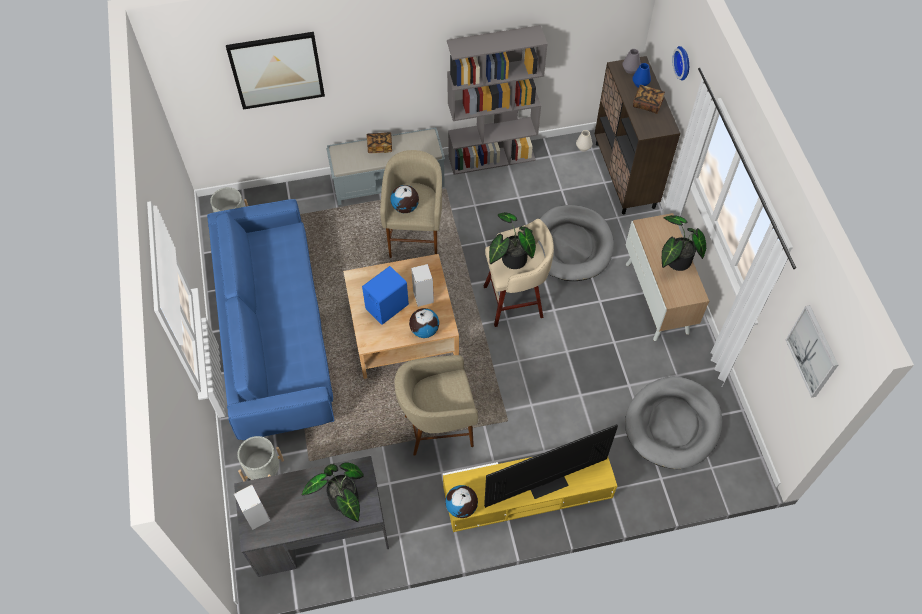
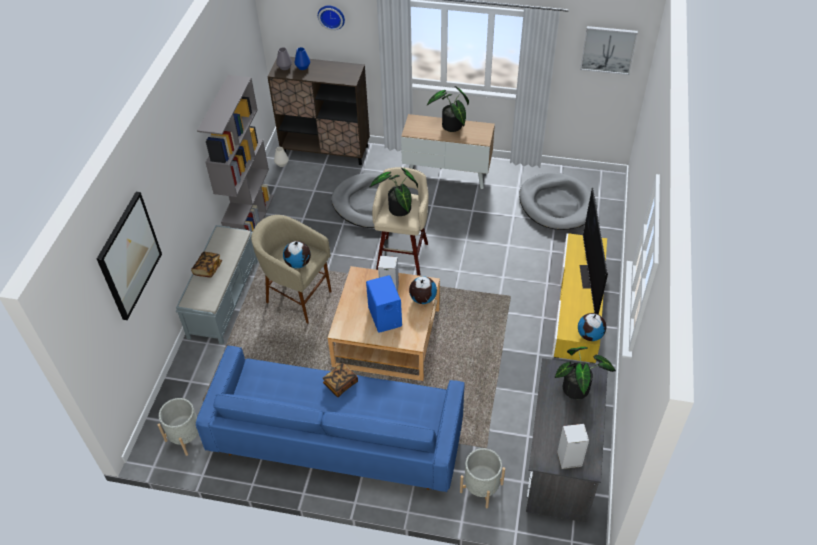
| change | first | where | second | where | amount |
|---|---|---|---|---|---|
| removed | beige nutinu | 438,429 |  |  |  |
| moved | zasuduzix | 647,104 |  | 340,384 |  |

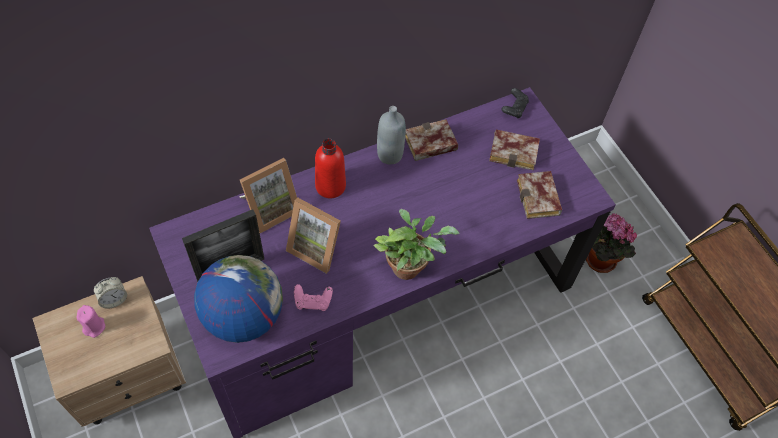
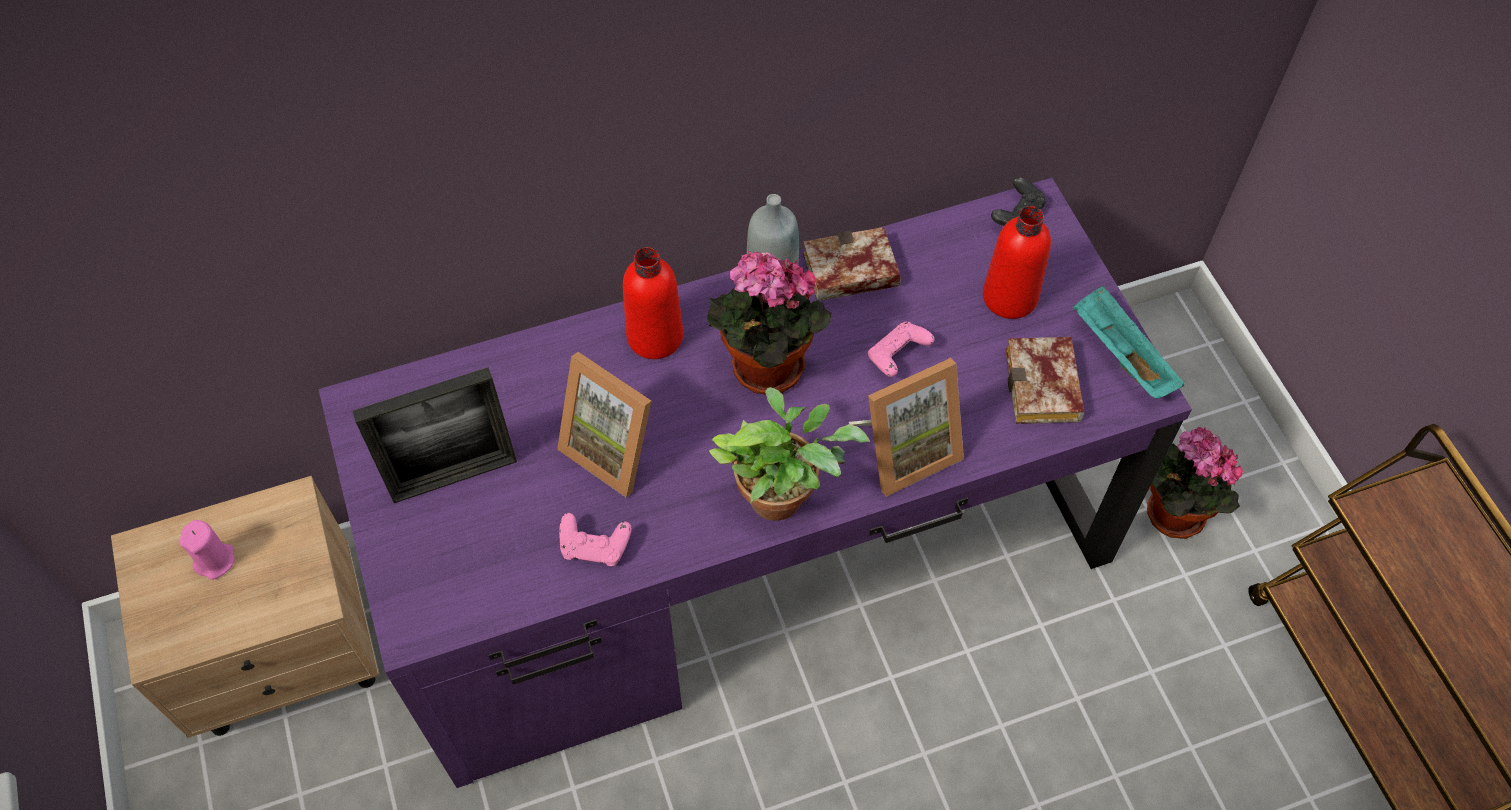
| change | first | where | second | where | amount |
|---|---|---|---|---|---|
| removed | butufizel | 114,299 |  |  |  |
| removed | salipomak | 243,316 |  |  |  |
| moved | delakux | 270,209 |  | 904,450 |  |
| replaced | zasuduzix | 515,152 | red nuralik | 1010,297 |  |
| added |  |  | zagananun | 763,371 |  |
| added |  |  | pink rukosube | 897,356 |  |
| added |  |  | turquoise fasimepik | 1120,355 |  |

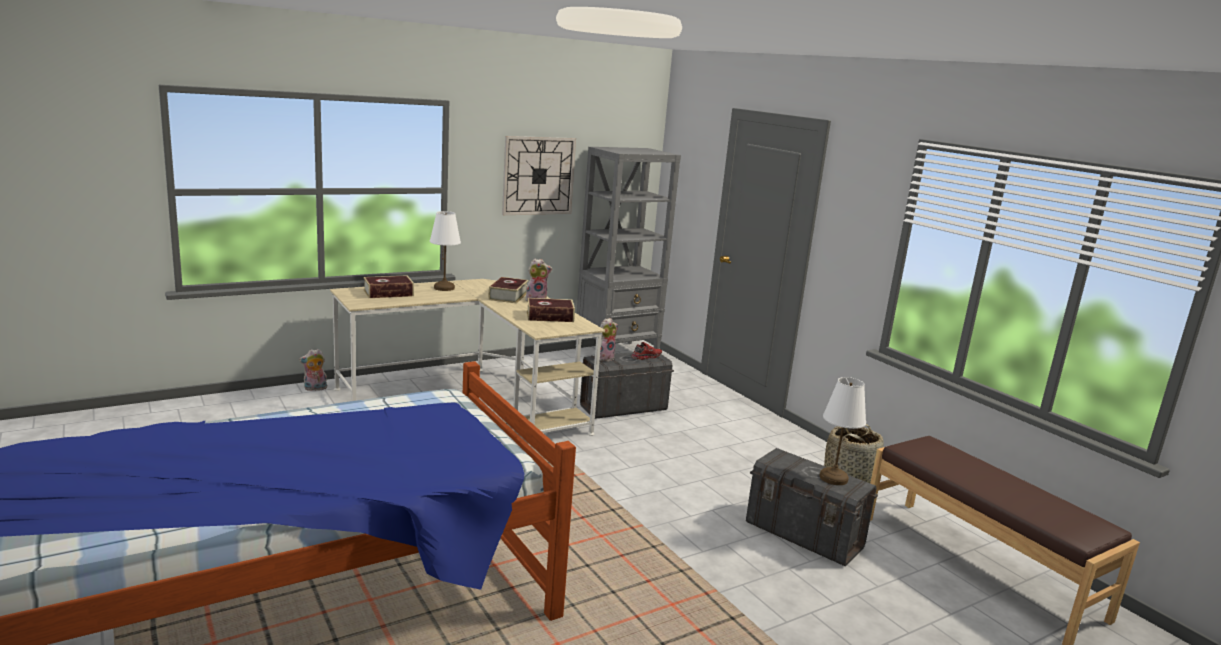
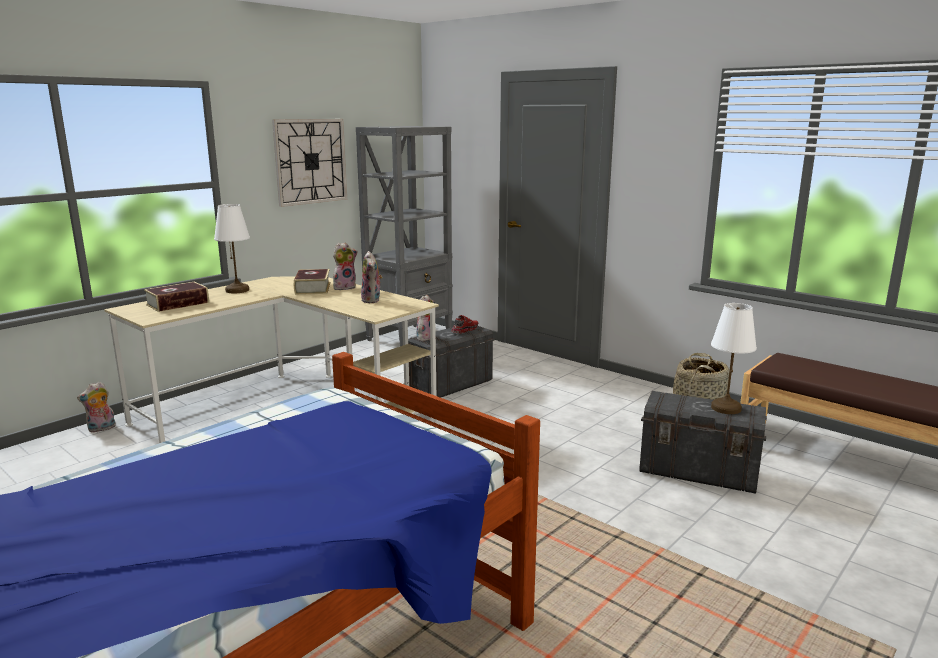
| change | first | where | second | where | amount |
|---|---|---|---|---|---|
| replaced | zasuduzix | 550,316 | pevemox | 372,300 |  |

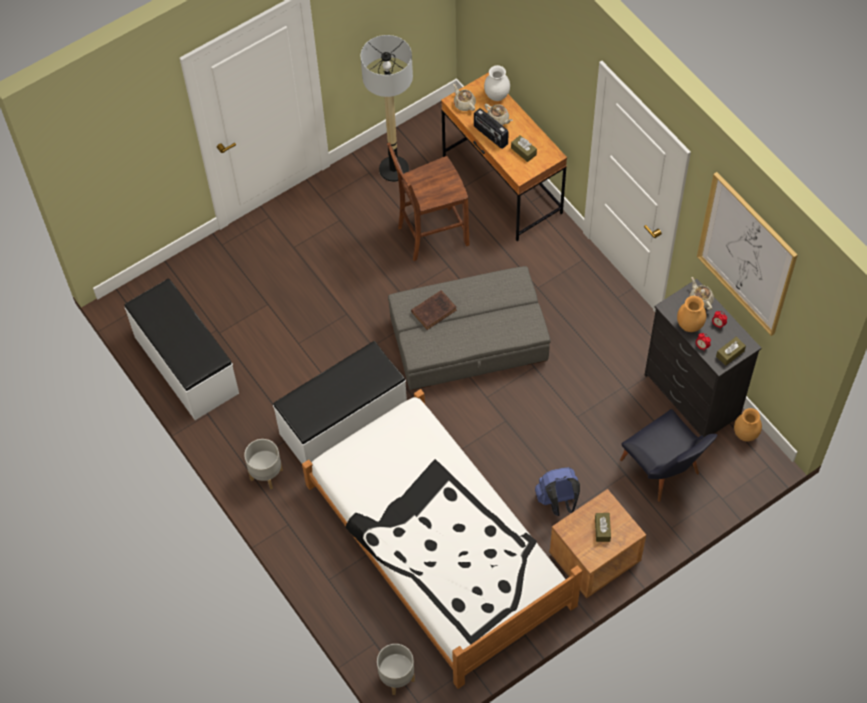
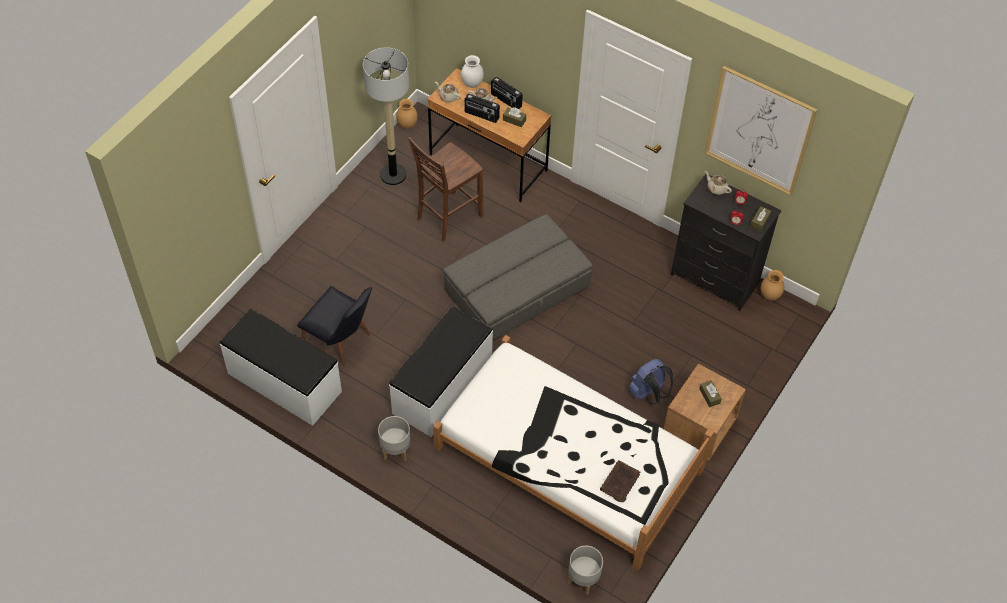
| change | first | where | second | where | amount |
|---|---|---|---|---|---|
| moved | brown zasuduzix | 435,310 |  | 620,481 |  |
| moved | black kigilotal | 664,472 |  | 341,342 |  |
| moved | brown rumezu | 690,325 |  | 407,125 |  |
| added |  |  | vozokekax | 506,101 |  |

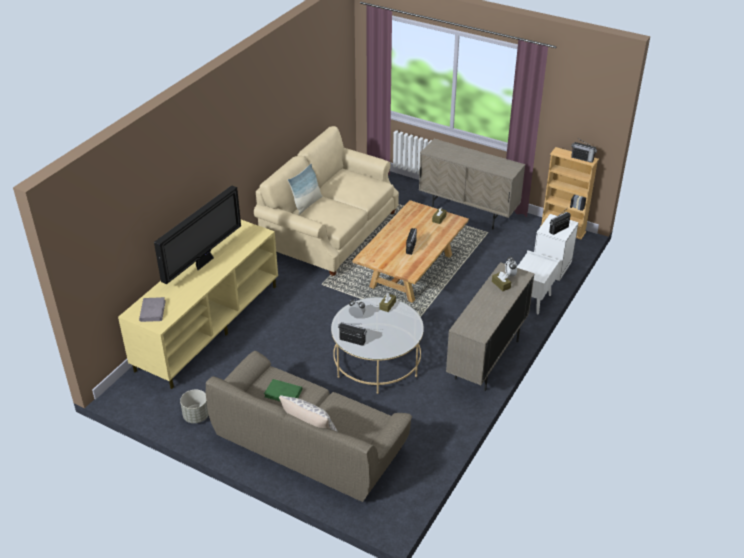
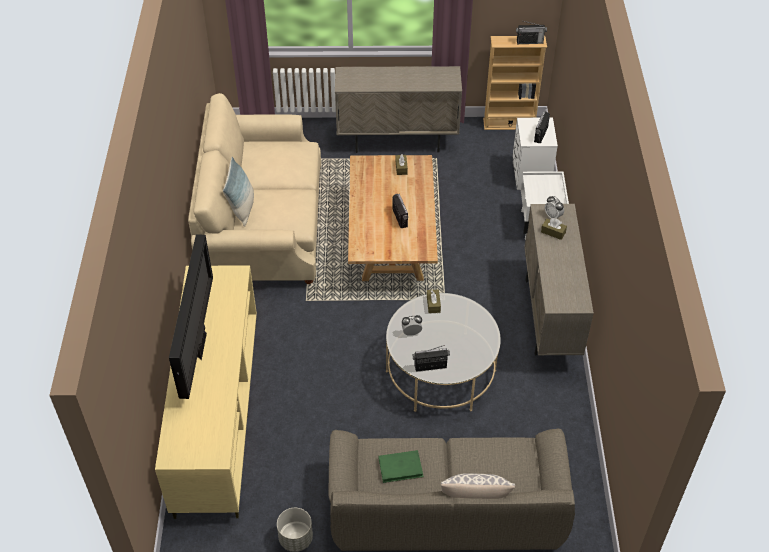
| change | first | where | second | where | amount |
|---|---|---|---|---|---|
| removed | grey zasuduzix | 152,311 |  |  |  |

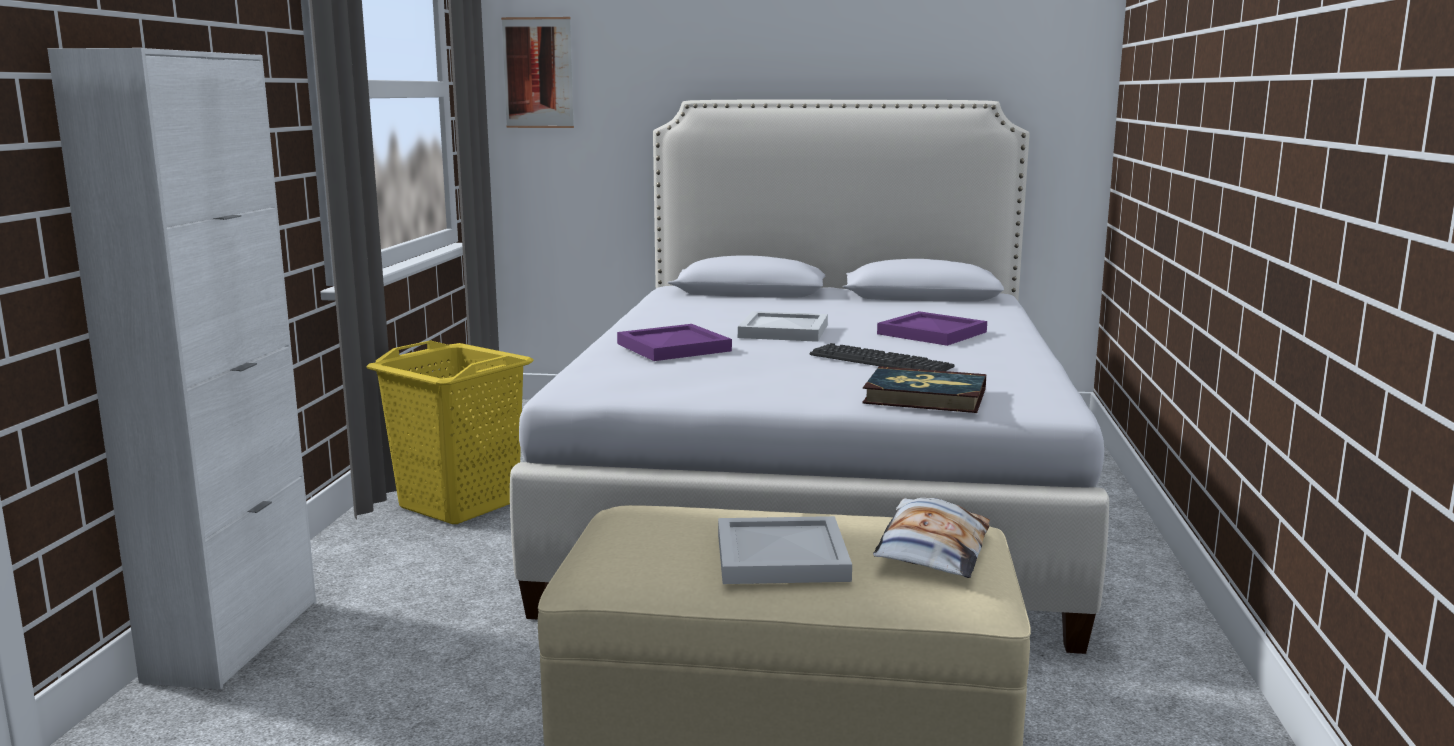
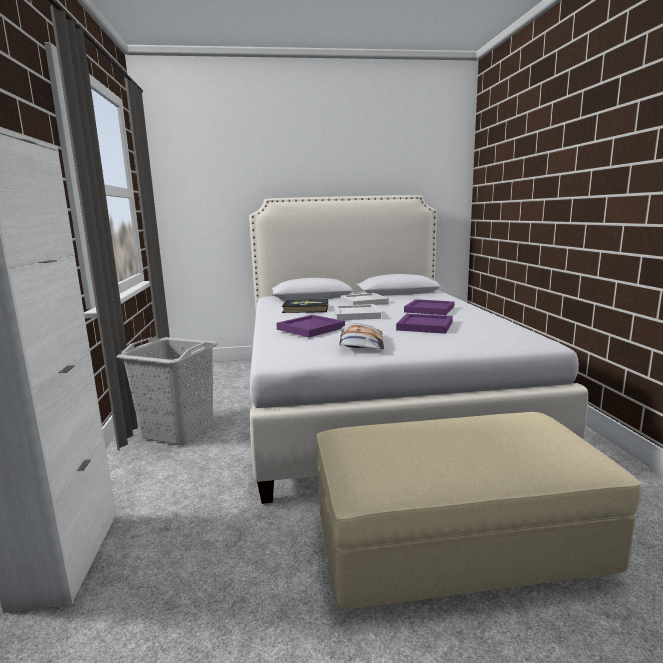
| change | first | where | second | where | amount |
|---|---|---|---|---|---|
| recoloured | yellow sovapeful | 459,504 | grey sovapeful | 178,431 |  |
| removed | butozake | 538,73 |  |  |  |
| moved | white fasimepik | 783,555 |  | 364,301 |  |
| replaced | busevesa | 880,361 | purple fasimepik | 425,326 |  |
| moved | zasuduzix | 925,396 |  | 306,308 |  |
| moved | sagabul | 931,549 |  | 360,343 |  |

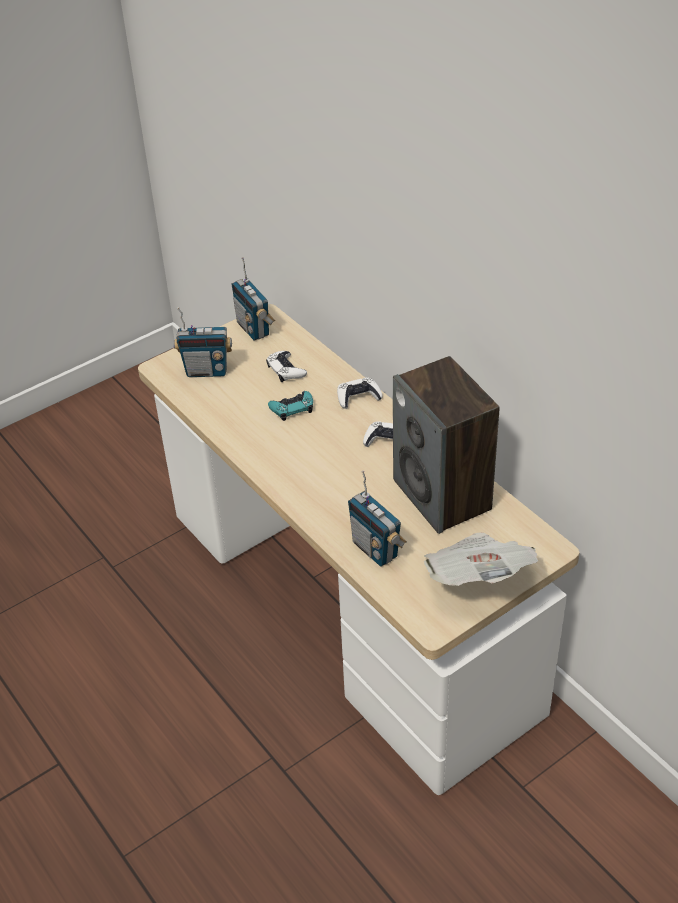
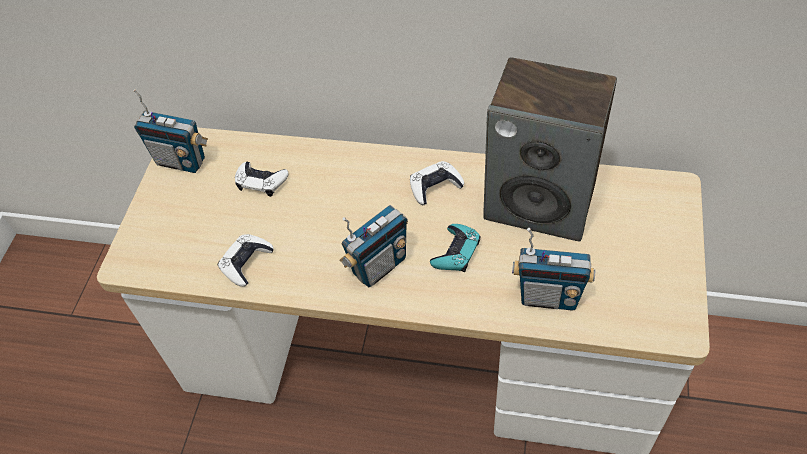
| change | first | where | second | where | amount |
|---|---|---|---|---|---|
| moved | vozokekax | 207,371 |  | 378,266 |  |
| moved | turquoise rukosube | 292,408 |  | 456,252 |  |
| moved | white rukosube | 358,397 |  | 246,262 |  |
| removed | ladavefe | 477,578 |  |  |  |

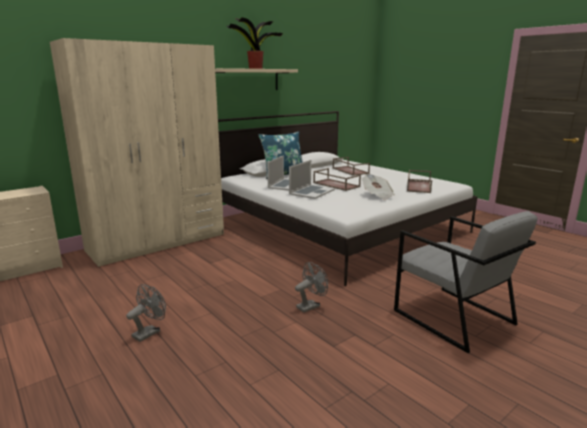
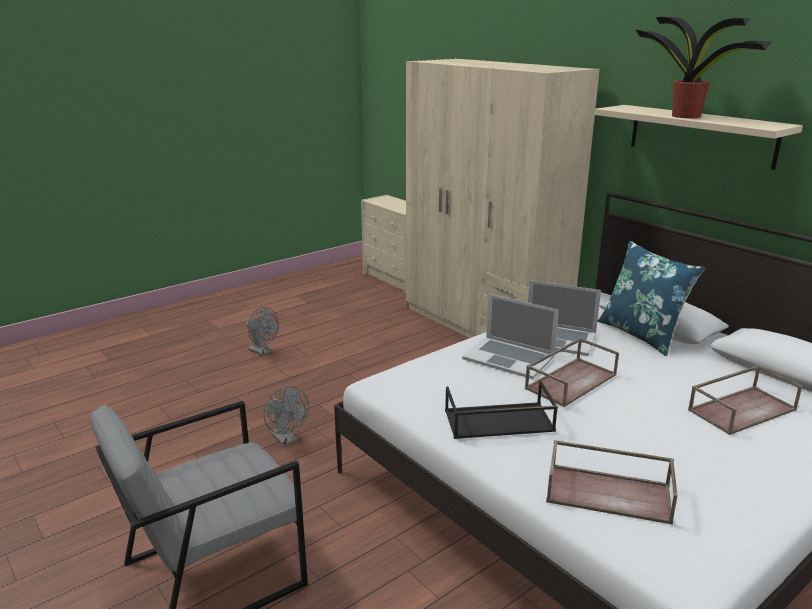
| change | first | where | second | where | amount |
|---|---|---|---|---|---|
| replaced | ladavefe | 377,195 | black fasimepik | 497,421 |  |

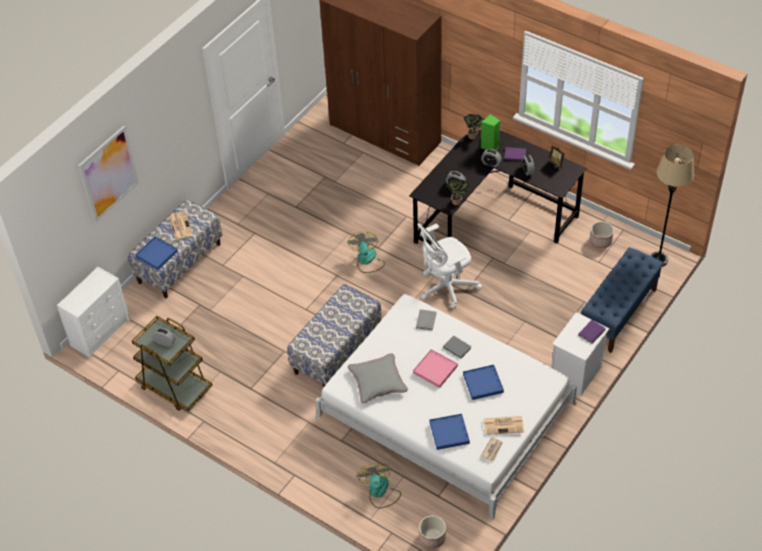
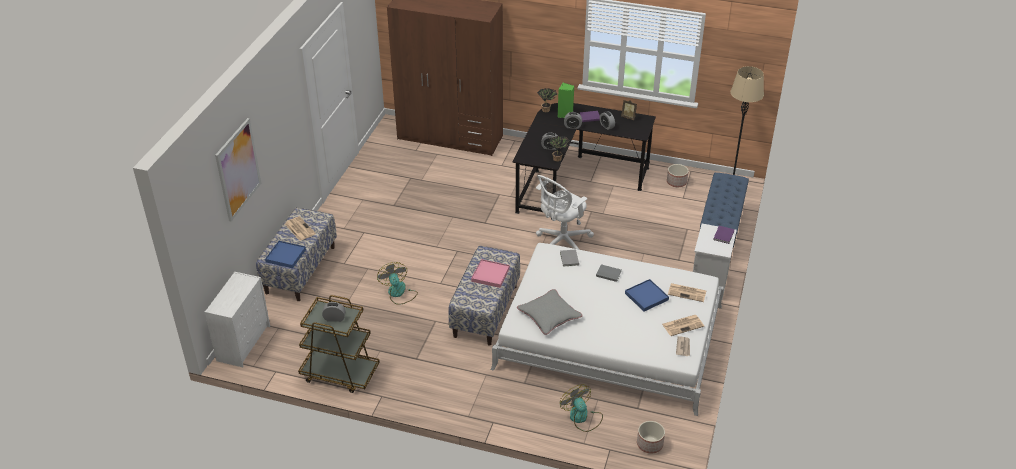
| change | first | where | second | where | amount |
|---|---|---|---|---|---|
| moved | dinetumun | 367,260 |  | 398,293 |  |
| moved | pink fasimepik | 435,369 |  | 490,275 |  |
| removed | blue fasimepik | 449,433 |  |  |  |
| added |  |  | ladavefe | 687,292 |  |

